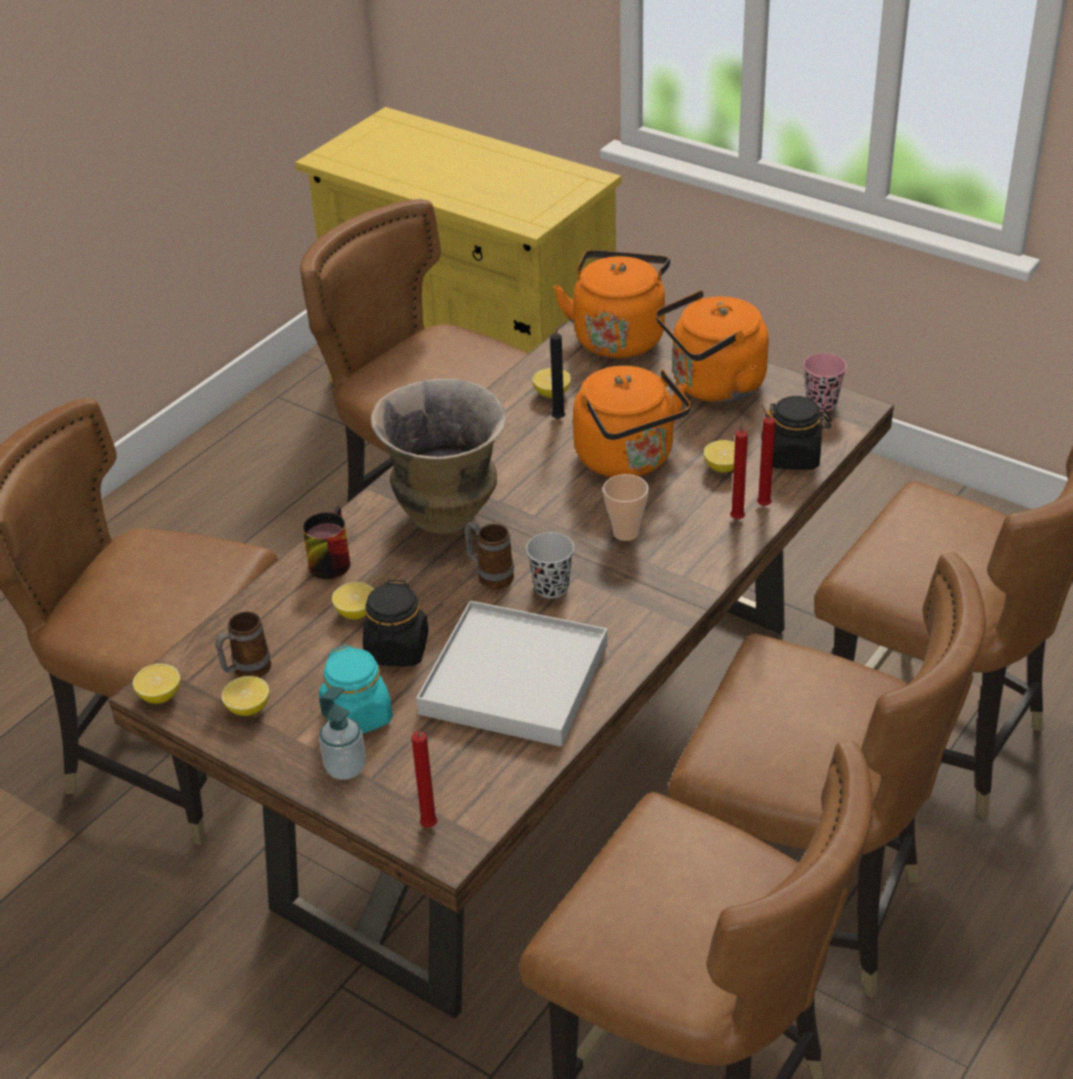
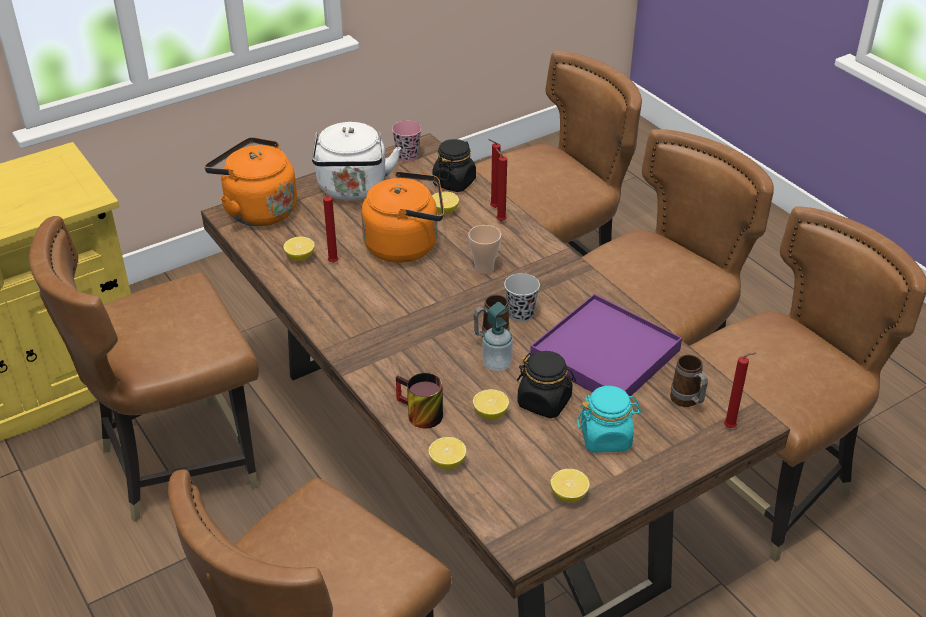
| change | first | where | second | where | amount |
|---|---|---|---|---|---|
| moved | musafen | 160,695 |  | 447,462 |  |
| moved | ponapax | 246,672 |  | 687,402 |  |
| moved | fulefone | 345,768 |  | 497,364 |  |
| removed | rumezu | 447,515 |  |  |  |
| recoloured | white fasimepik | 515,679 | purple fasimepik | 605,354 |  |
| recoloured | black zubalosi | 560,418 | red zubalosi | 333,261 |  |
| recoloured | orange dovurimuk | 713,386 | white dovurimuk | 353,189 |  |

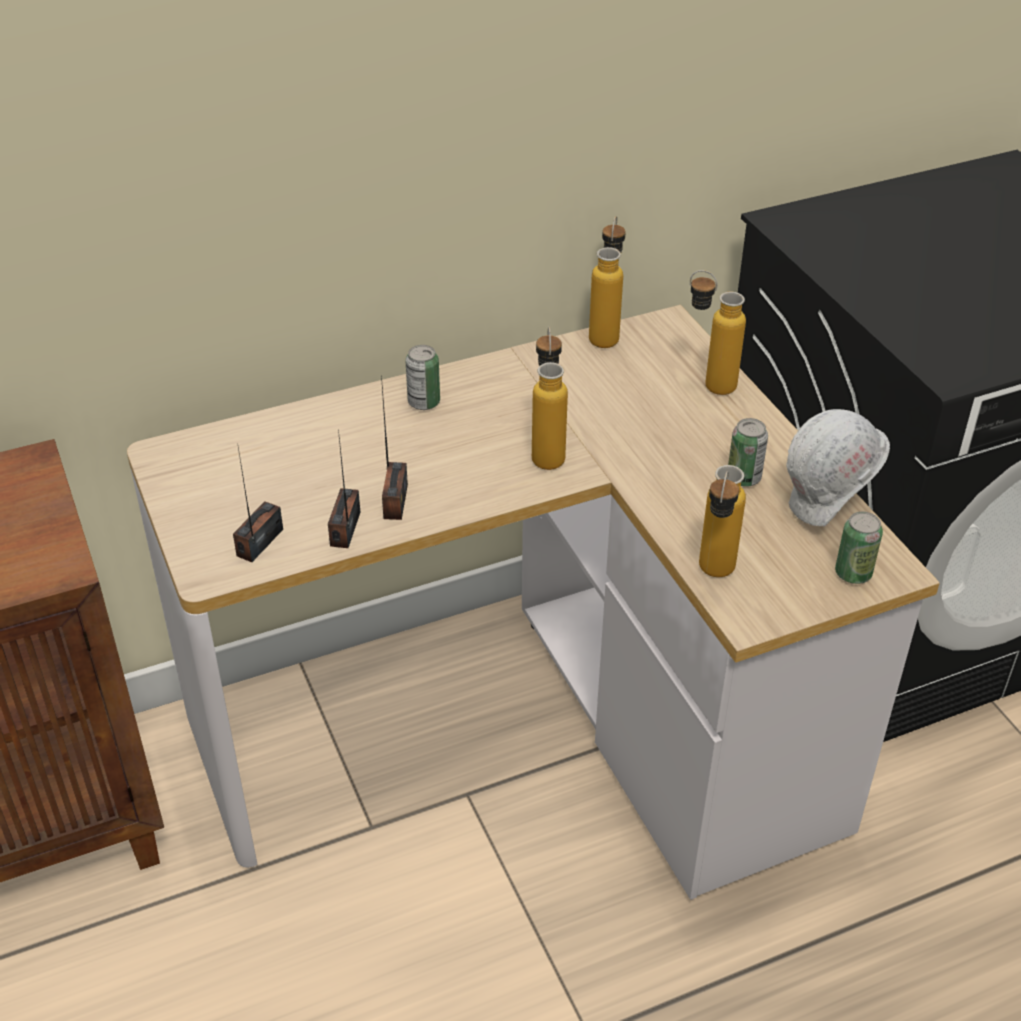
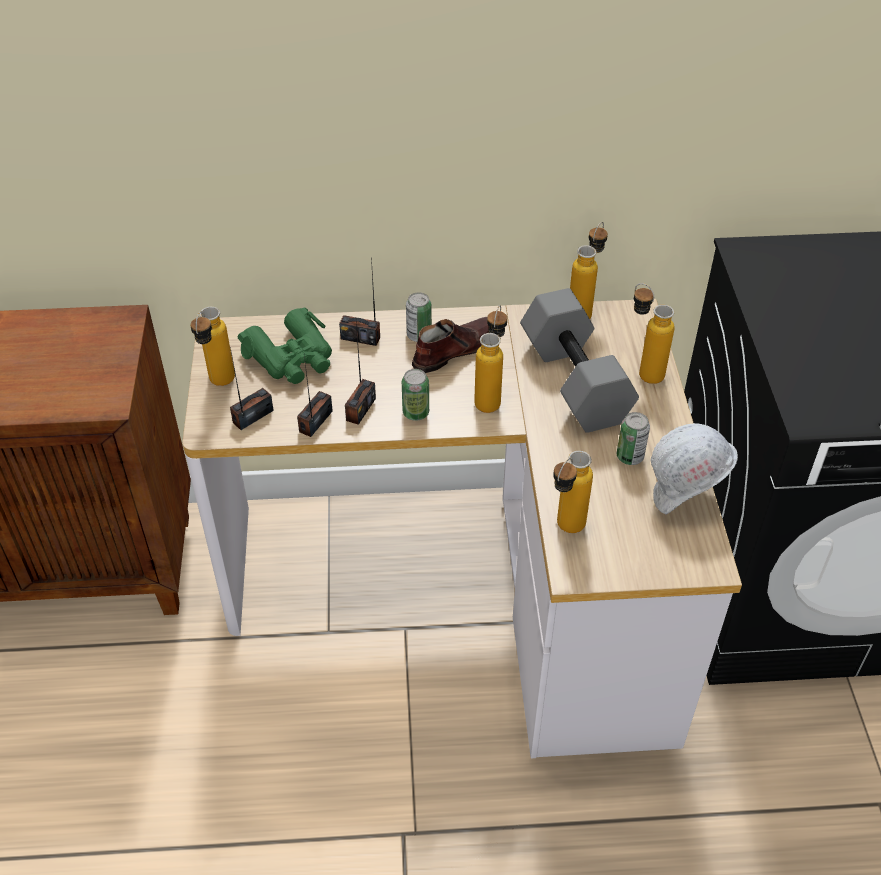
| change | first | where | second | where | amount |
|---|---|---|---|---|---|
| moved | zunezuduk | 853,573 |  | 416,413 |  |
| added |  |  | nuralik | 219,385 |  |
| added |  |  | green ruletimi | 292,357 |  |
| added |  |  | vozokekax | 360,338 |  |
| added |  |  | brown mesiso | 454,350 |  |
| added |  |  | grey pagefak | 572,381 |  |

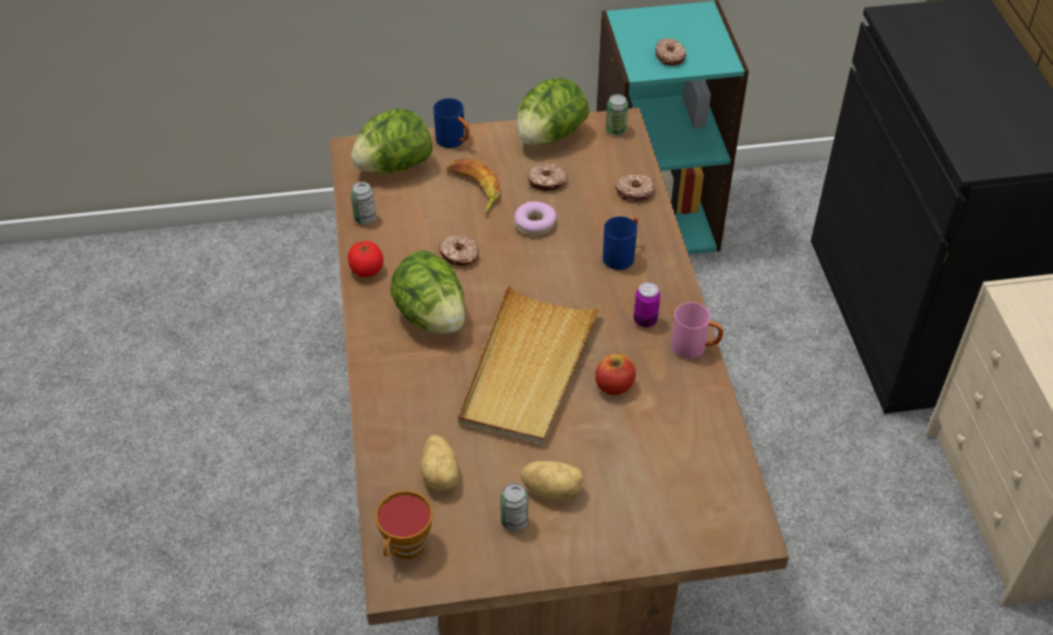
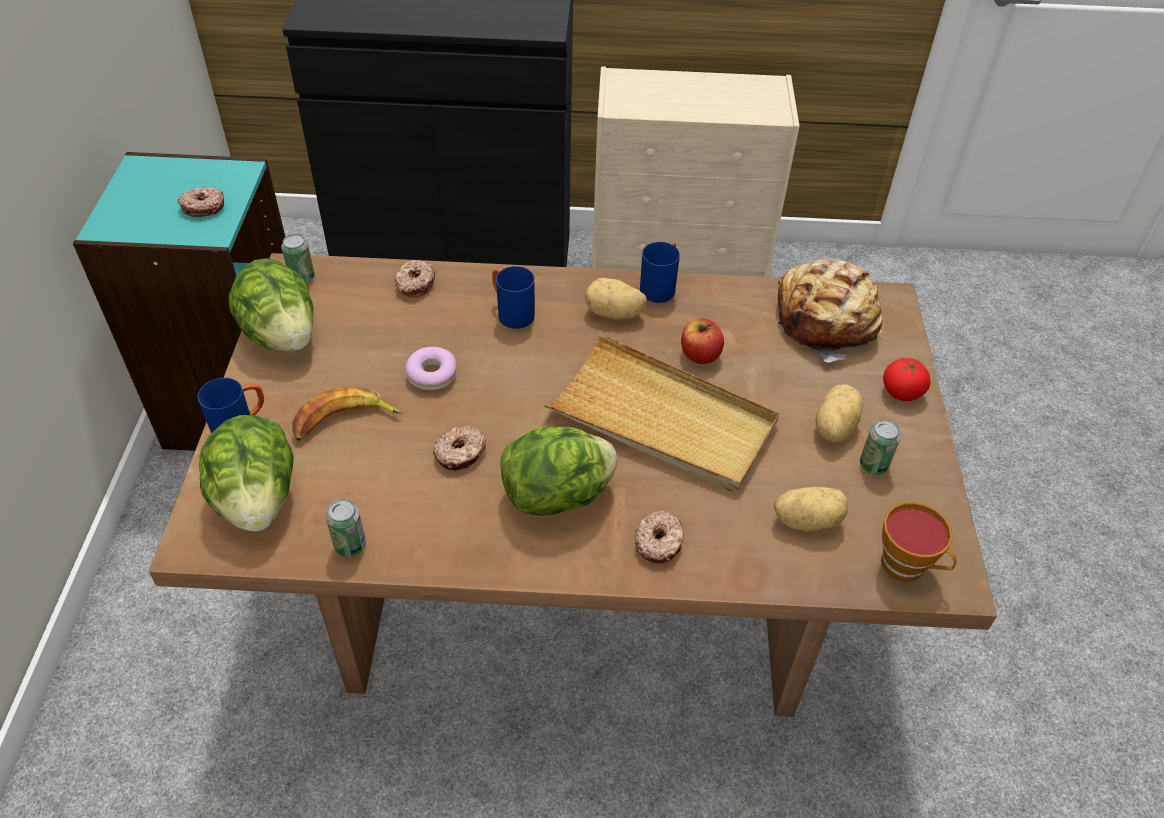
| change | first | where | second | where | amount |
|---|---|---|---|---|---|
| moved | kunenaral | 366,269 |  | 901,392 |  |
| moved | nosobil | 547,182 |  | 659,542 |  |
| replaced | zunezuduk | 645,320 | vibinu | 614,314 |  |
| recoloured | pink ponapax | 695,348 | blue ponapax | 660,287 |  |
| added |  |  | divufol | 827,320 |  |

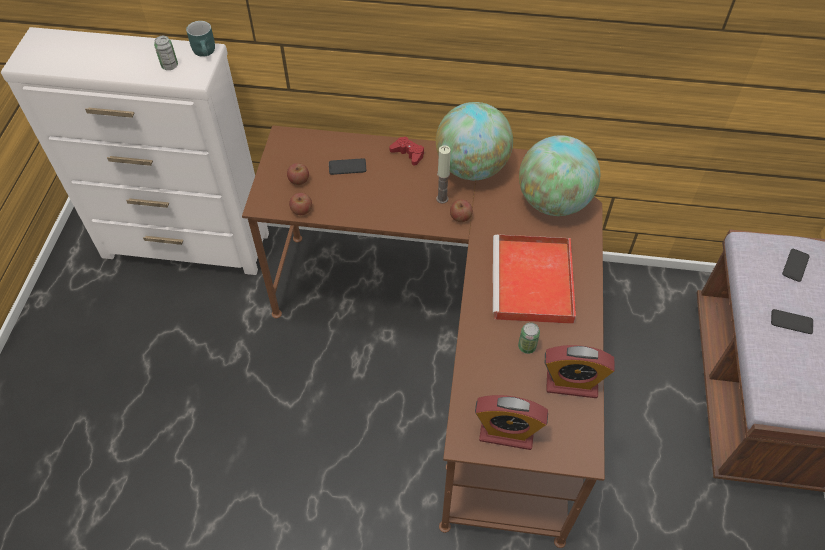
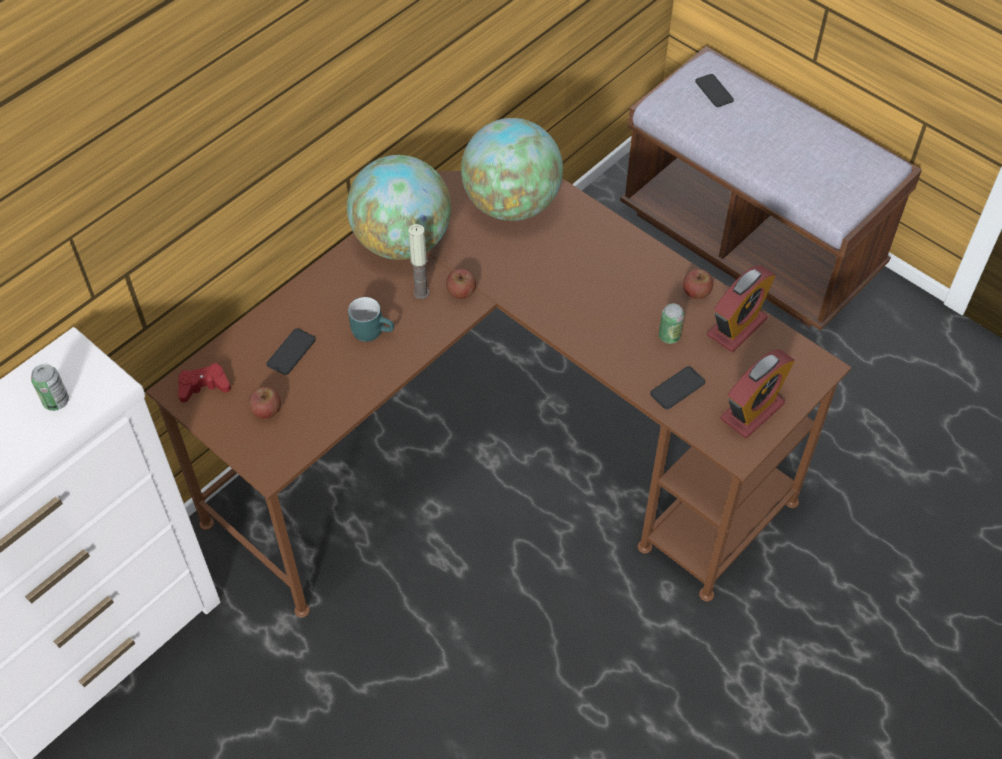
| change | first | where | second | where | amount |
|---|---|---|---|---|---|
| moved | turquoise ponapax | 206,52 |  | 372,330 |  |
| moved | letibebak | 301,210 |  | 696,292 |  |
| moved | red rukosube | 408,153 |  | 204,386 |  |
| removed | red fasimepik | 533,283 |  |  |  |
| moved | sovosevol | 791,322 |  | 677,388 |  |

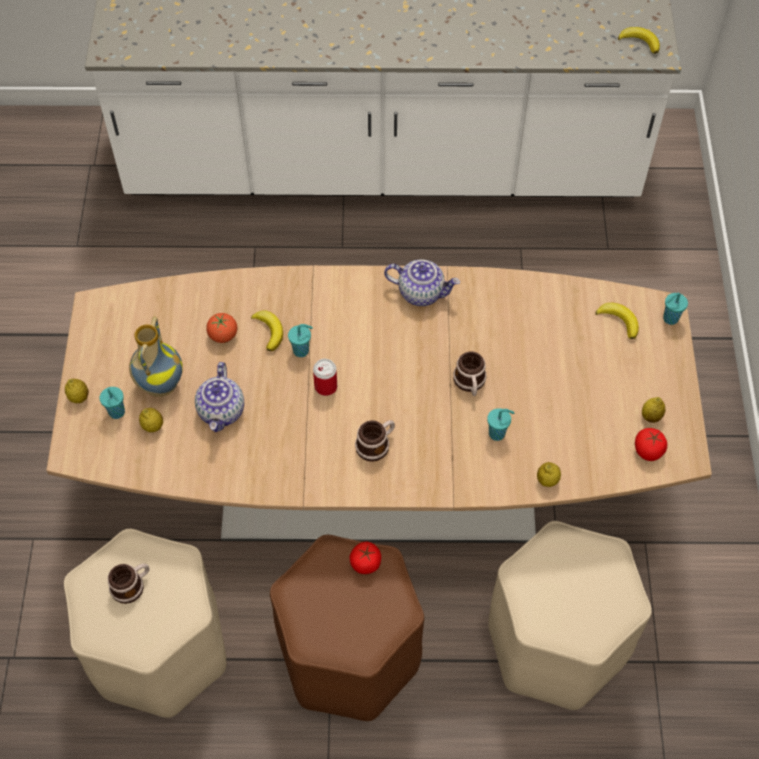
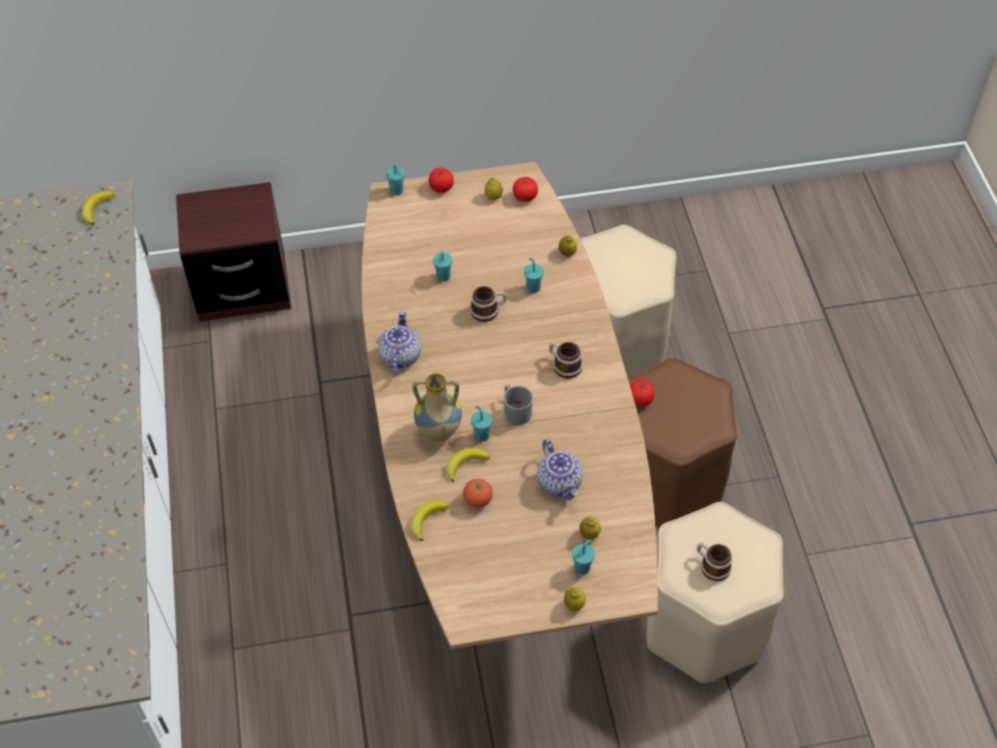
| change | first | where | second | where | amount |
|---|---|---|---|---|---|
| moved | rumezu | 159,384 |  | 438,433 |  |
| turned | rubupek | 222,411 |  | 560,483 | 75 degrees clockwise |
| replaced | zunezuduk | 326,386 | grey ponapax | 515,410 |  |
| moved | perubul | 619,321 |  | 427,520 |  |
| added |  |  | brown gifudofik | 243,288 |  |
| added |  |  | kunenaral | 441,187 |  |
| added |  |  | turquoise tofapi | 443,277 |  |

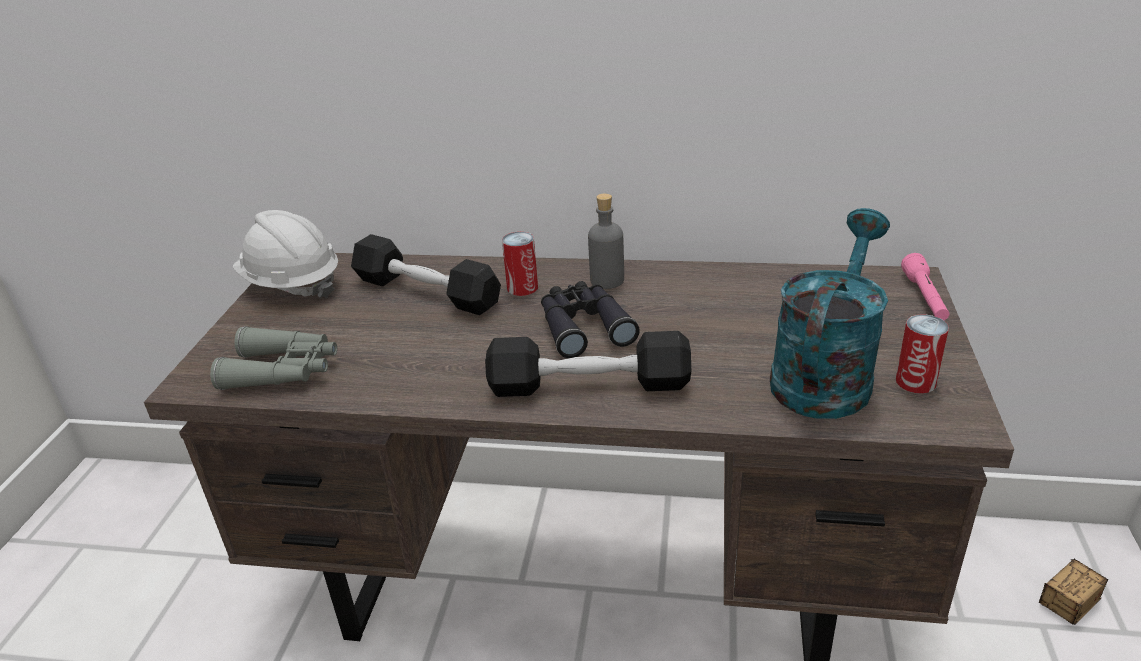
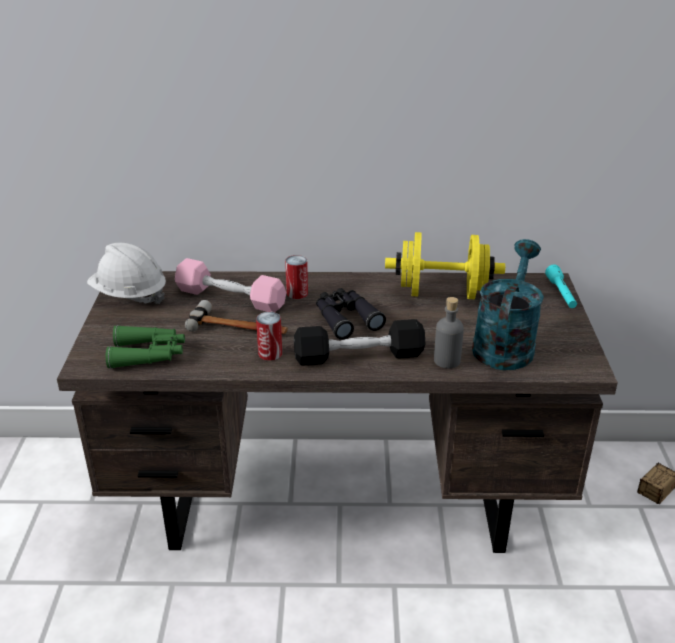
| change | first | where | second | where | amount |
|---|---|---|---|---|---|
| recoloured | grey ruletimi | 283,371 | green ruletimi | 148,354 |  |
| recoloured | black pagefak | 426,292 | pink pagefak | 230,298 |  |
| moved | grey nuralik | 607,280 |  | 447,360 |  |
| moved | zunezuduk | 915,381 |  | 270,353 |  |
| recoloured | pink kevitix | 924,298 | turquoise kevitix | 561,294 |  |
| added |  |  | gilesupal | 239,328 |  |
| added |  |  | yellow pagefak | 442,293 |  |

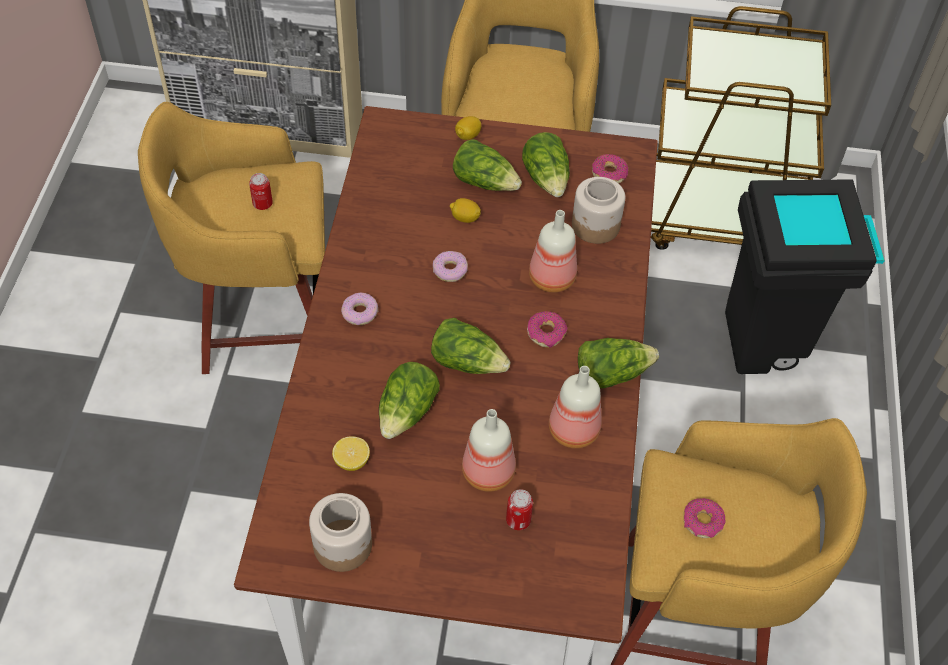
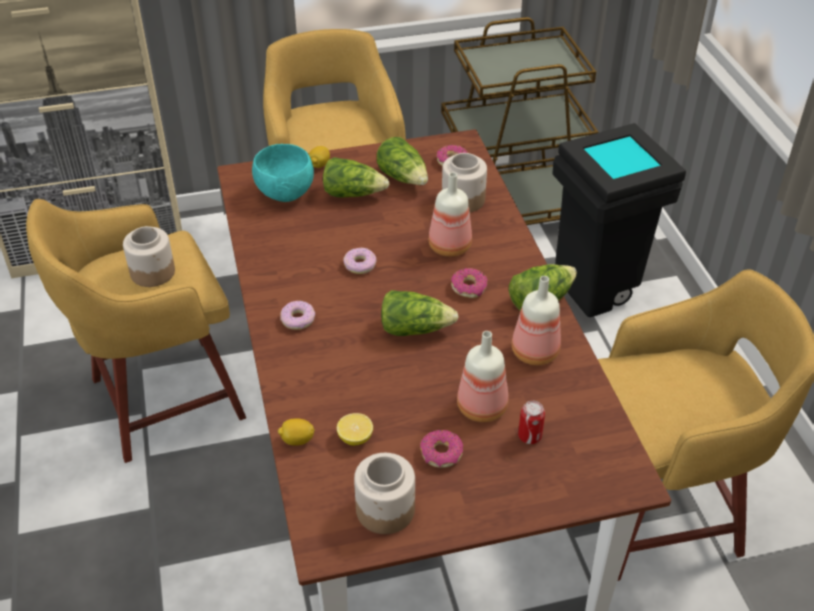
| change | first | where | second | where | amount |
|---|---|---|---|---|---|
| replaced | zunezuduk | 262,204 | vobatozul | 153,272 |  |
| removed | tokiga | 407,412 |  |  |  |
| moved | musafen | 465,218 |  | 297,440 |  |
| moved | nosobil | 702,522 |  | 441,454 |  |
| added |  |  | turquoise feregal | 285,193 |  |

